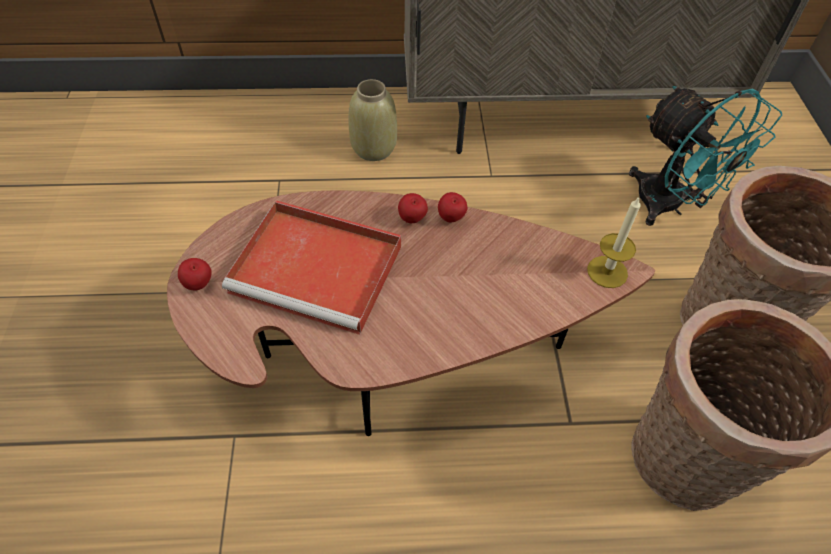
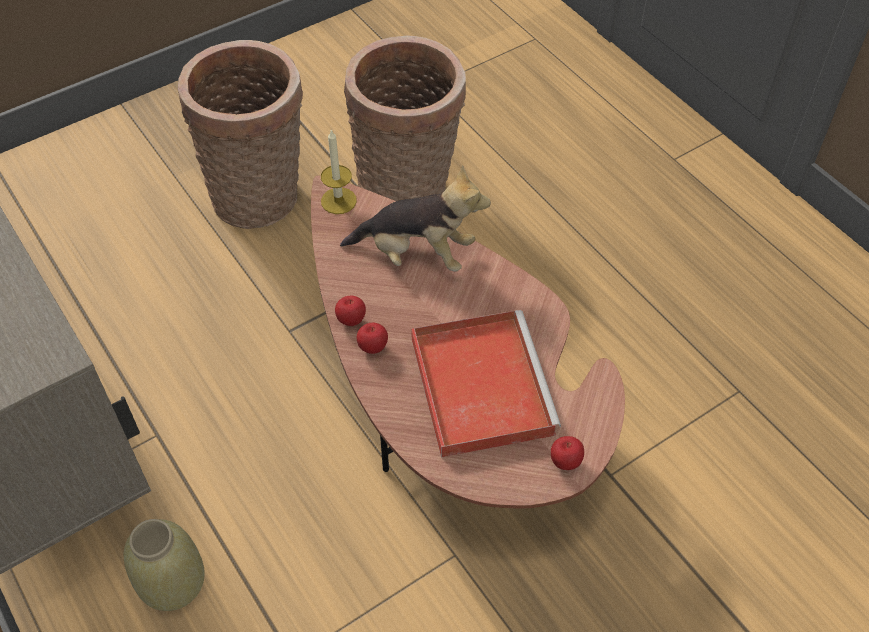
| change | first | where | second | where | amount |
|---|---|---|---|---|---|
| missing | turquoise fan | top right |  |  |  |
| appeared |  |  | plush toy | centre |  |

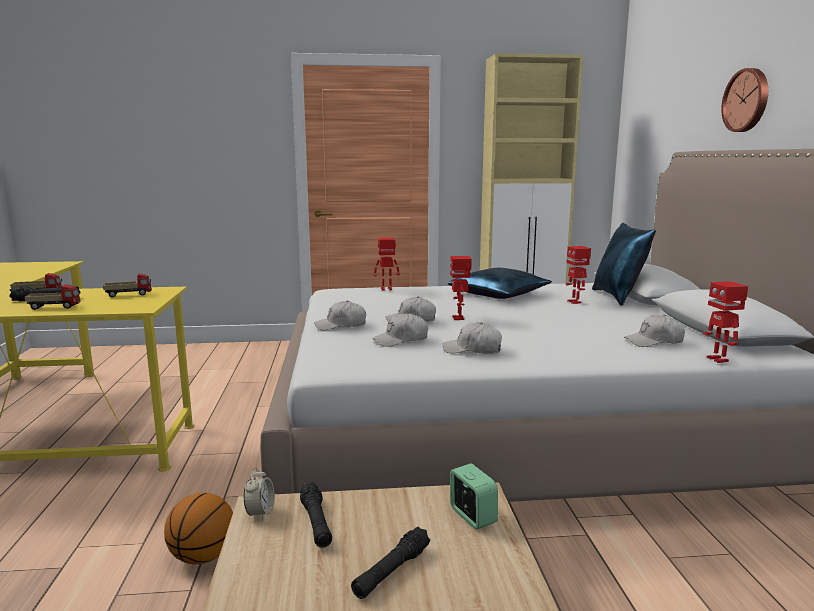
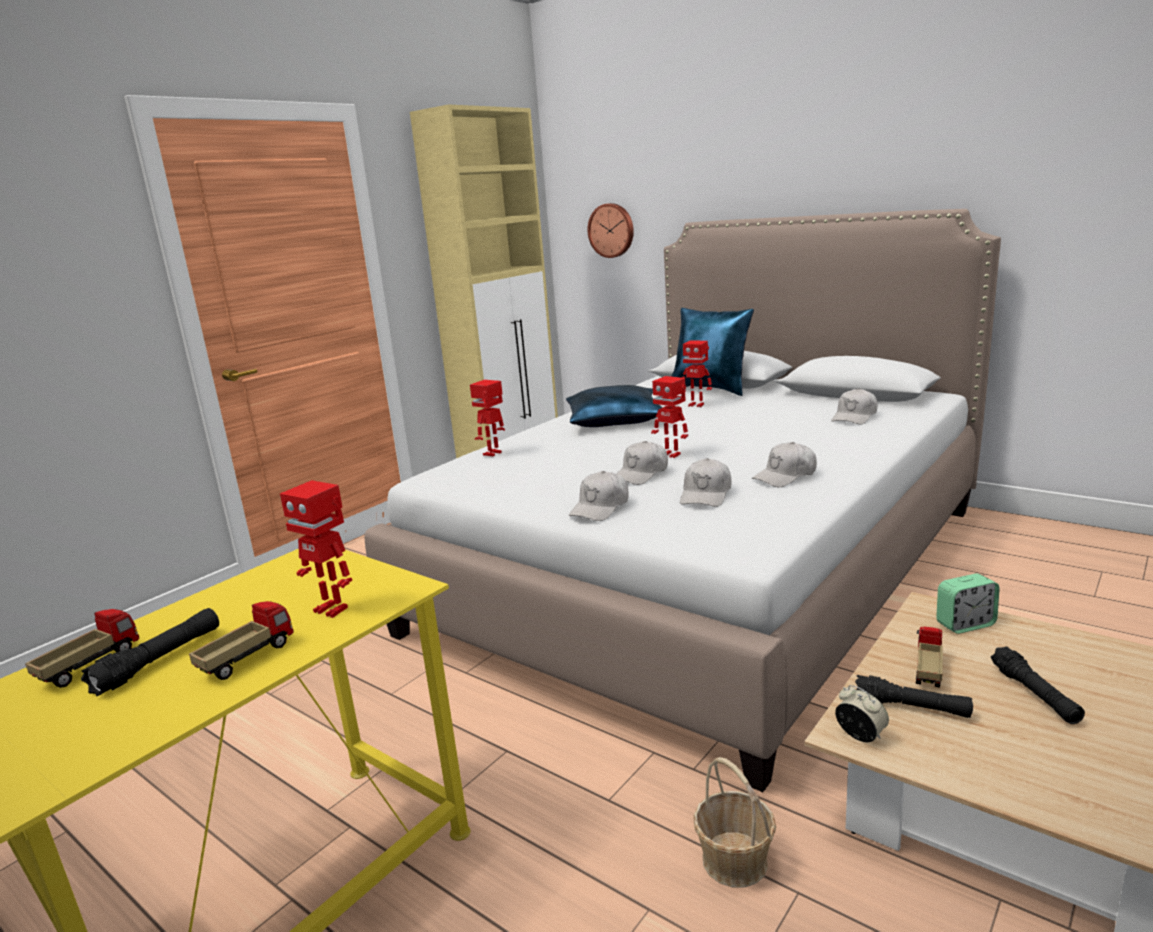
| change | first | where | second | where | amount |
|---|---|---|---|---|---|
| relocated | toy truck (no. 3 from left) | middle left |  | bottom right |  |
| relocated | toy robot (no. 4 from left in the first image) | middle right | toy robot (no. 1 from left) | middle left |  |
| relocated | wall clock | top right |  | top centre |  |
| exchanged | basketball | bottom left | basket | bottom centre |  |
| spun | alarm clock (no. 2 from left) | bottom centre |  | middle right | 150 degrees clockwise |

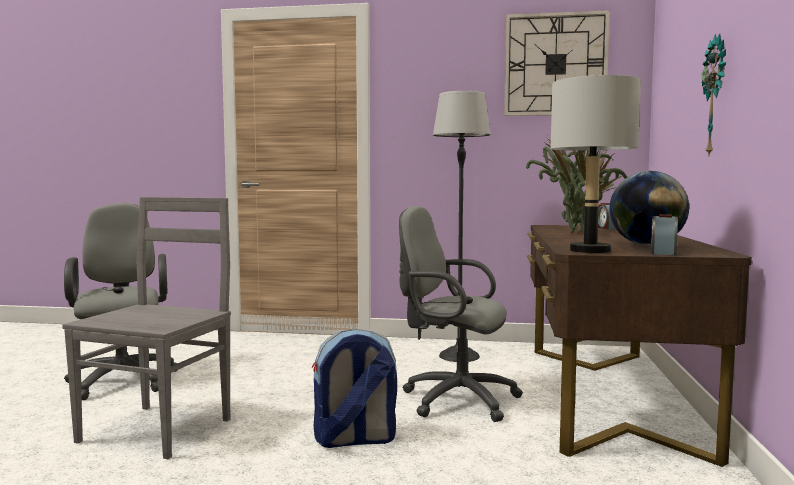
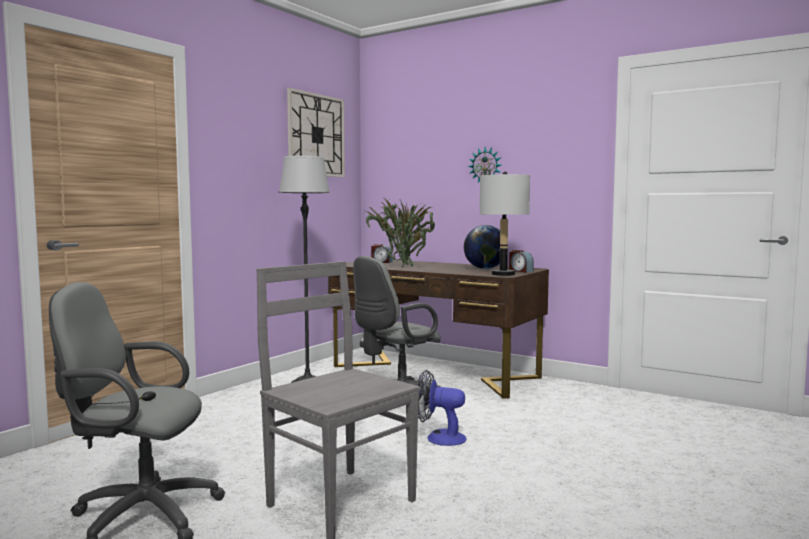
| change | first | where | second | where | amount |
|---|---|---|---|---|---|
| exchanged | backpack | bottom centre | fan | bottom centre |  |

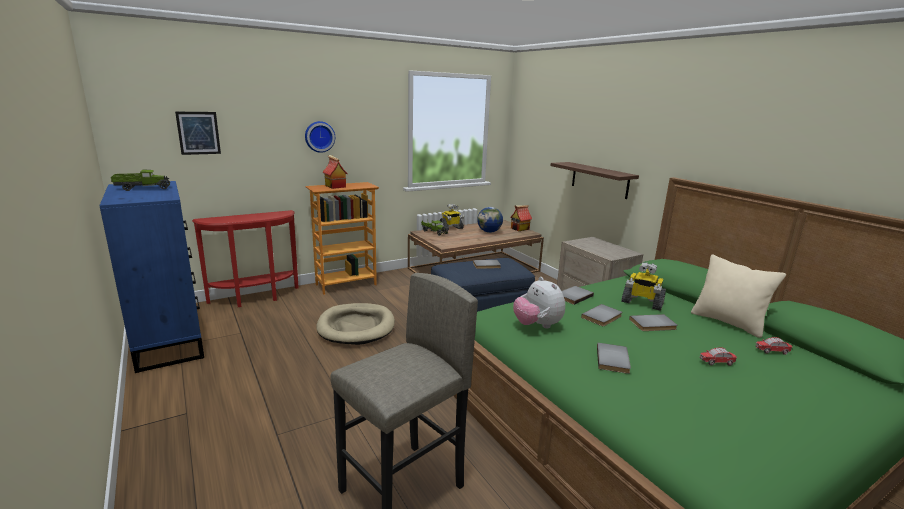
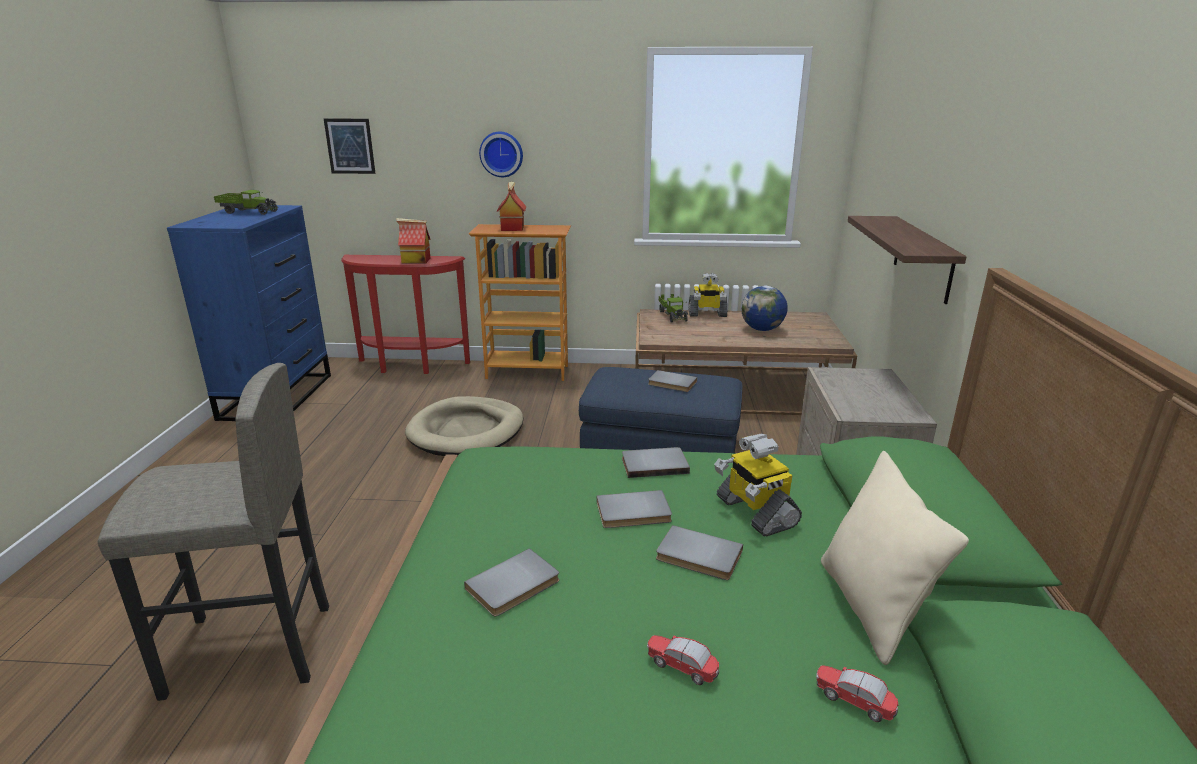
| change | first | where | second | where | amount |
|---|---|---|---|---|---|
| missing | plush toy | centre |  |  |  |
| relocated | toy house (no. 2 from left in the first image) | centre | toy house (no. 1 from left) | top centre |  |

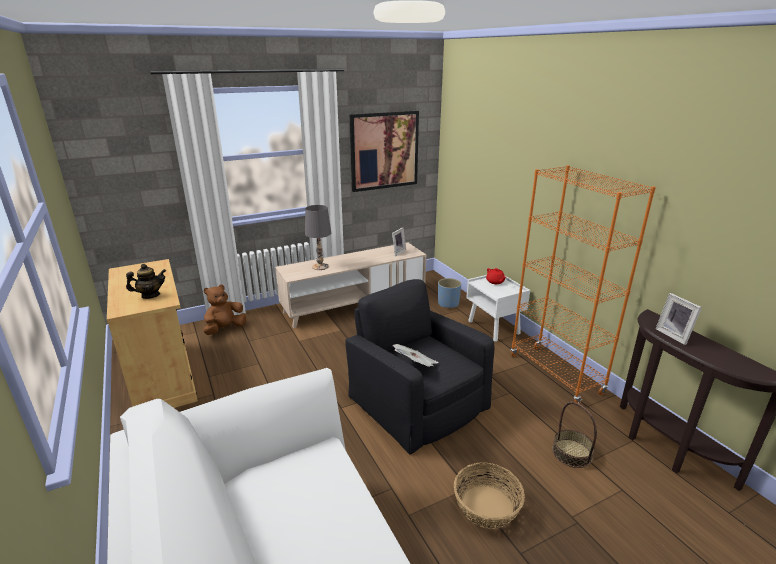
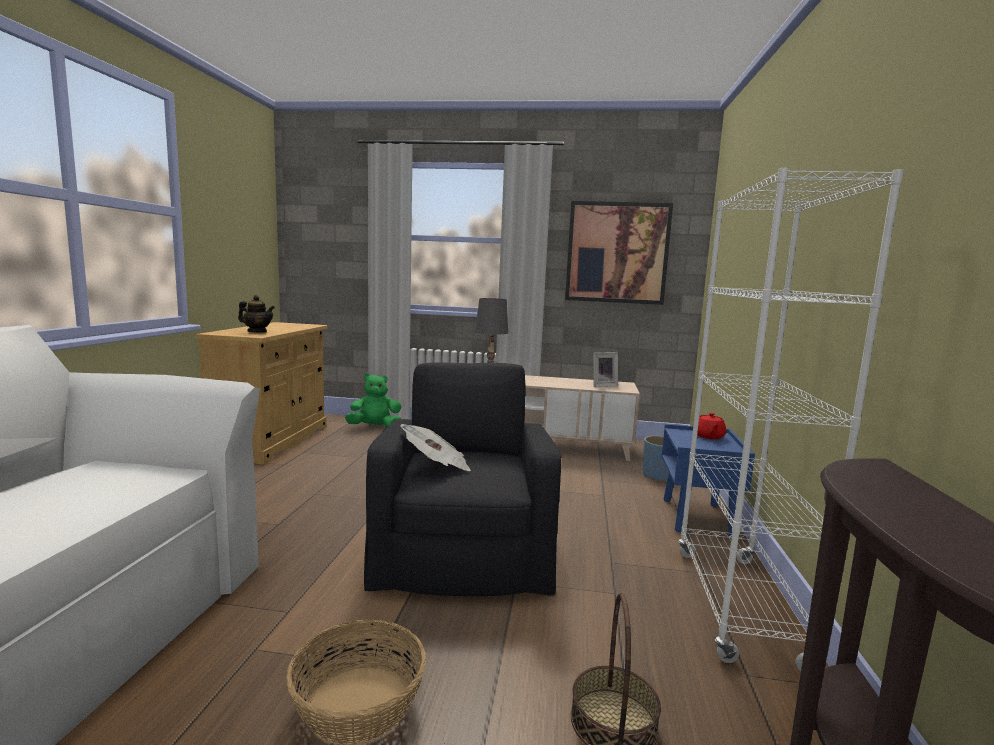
| change | first | where | second | where | amount |
|---|---|---|---|---|---|
| missing | picture frame (no. 2 from left) | middle right |  |  |  |
| colour | brown plush toy | middle left | green plush toy | centre |  |
| colour | white nightstand | centre | blue nightstand | middle right |  |
| colour | orange bookcase | middle right | white bookcase | middle right |  |

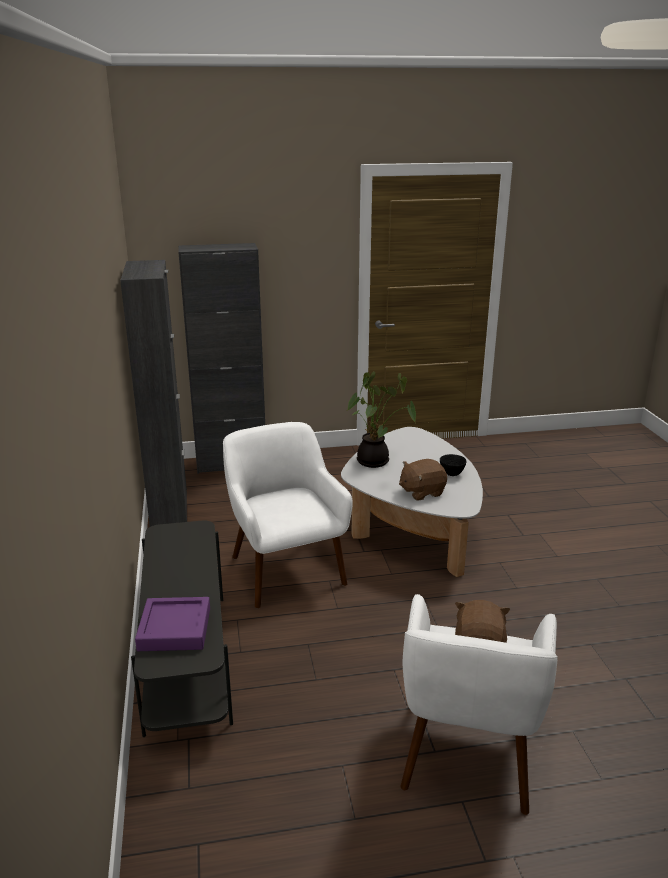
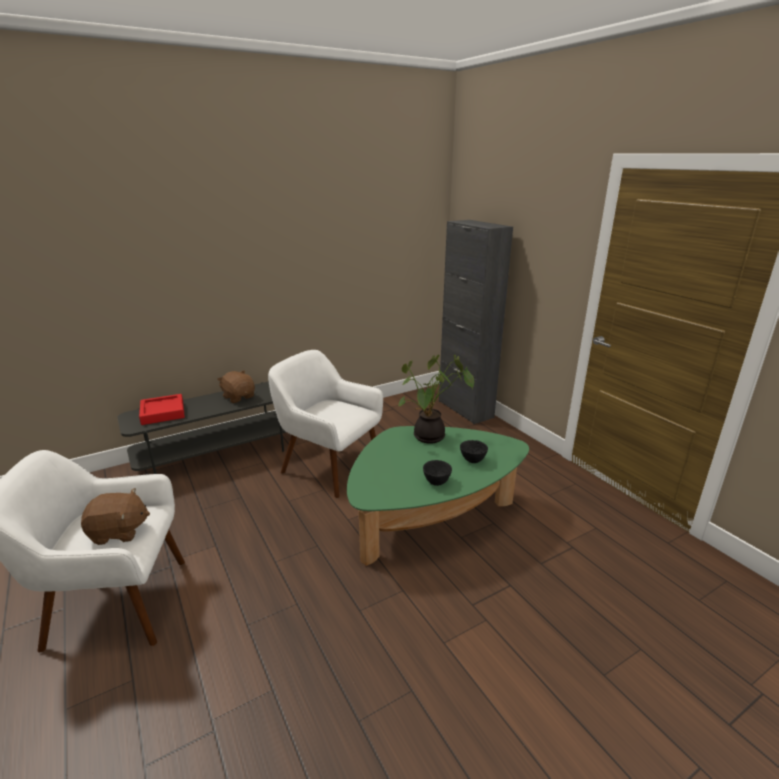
| change | first | where | second | where | amount |
|---|---|---|---|---|---|
| missing | black cabinet (no. 1 from left) | middle left |  |  |  |
| appeared |  |  | black bowl (no. 2 from left) | centre |  |
| relocated | brown plush toy (no. 1 from left in the first image) | centre | brown plush toy (no. 2 from left) | middle left |  |
| colour | purple tray | bottom left | red tray | middle left |  |
| colour | white coffee table | centre | green coffee table | centre |  |
| spun | white armchair (no. 1 from left in the first image) | centre | white armchair (no. 2 from left) | centre | 105 degrees counterclockwise |

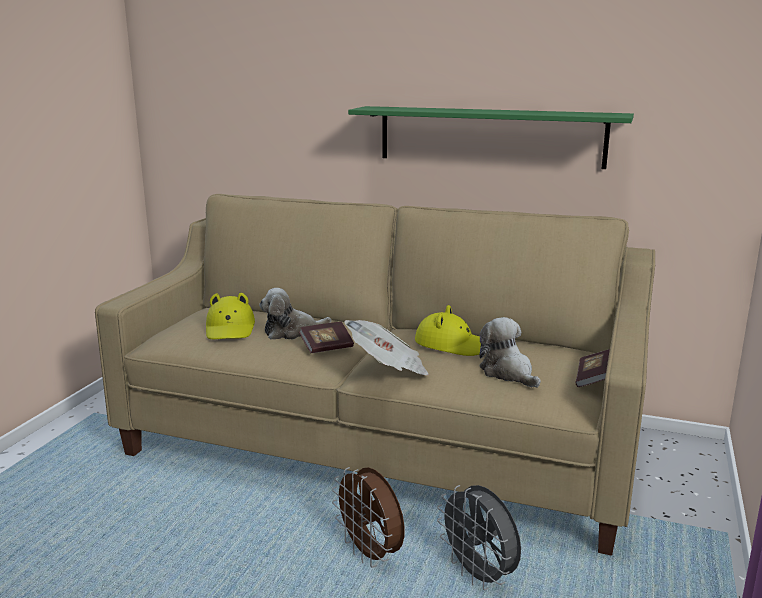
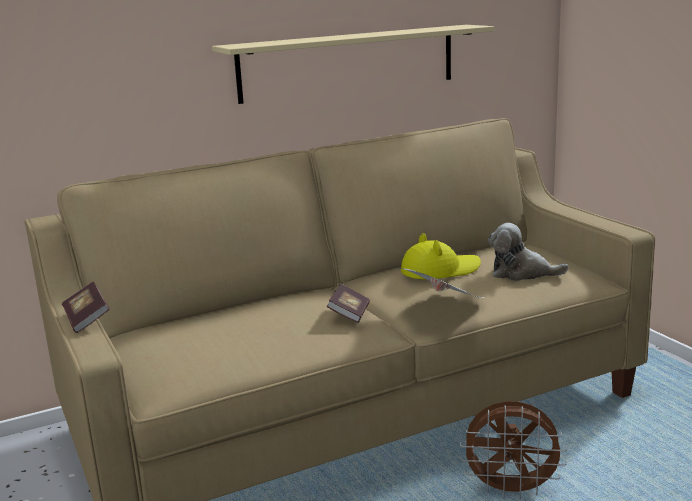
| change | first | where | second | where | amount |
|---|---|---|---|---|---|
| missing | yellow hat (no. 1 from left) | middle left |  |  |  |
| missing | plush toy (no. 1 from left) | centre |  |  |  |
| missing | grey fan | bottom centre |  |  |  |
| relocated | book (no. 2 from left in the first image) | middle right | book (no. 1 from left) | middle left |  |
| colour | green shelf | top centre | beige shelf | top centre |  |

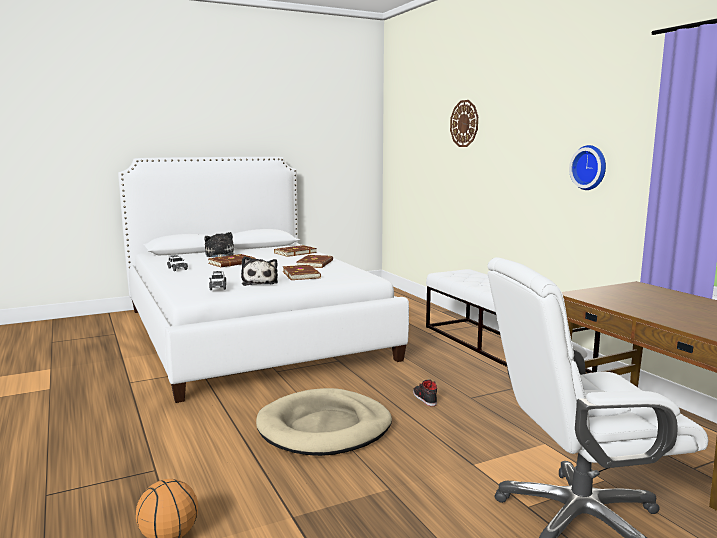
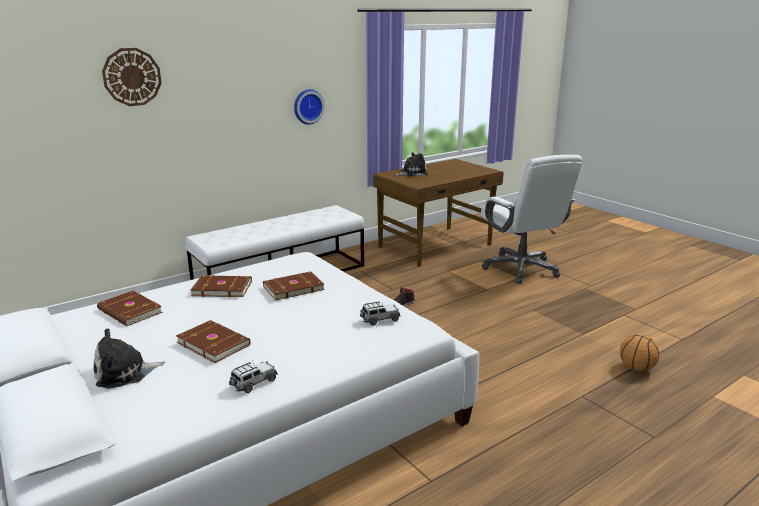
| change | first | where | second | where | amount |
|---|---|---|---|---|---|
| missing | beige dog bed | bottom centre |  |  |  |
| relocated | plush toy (no. 2 from left) | centre |  | top centre |  |

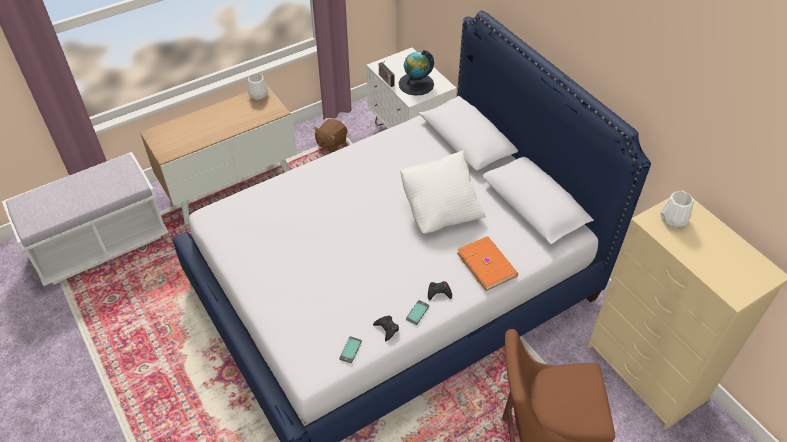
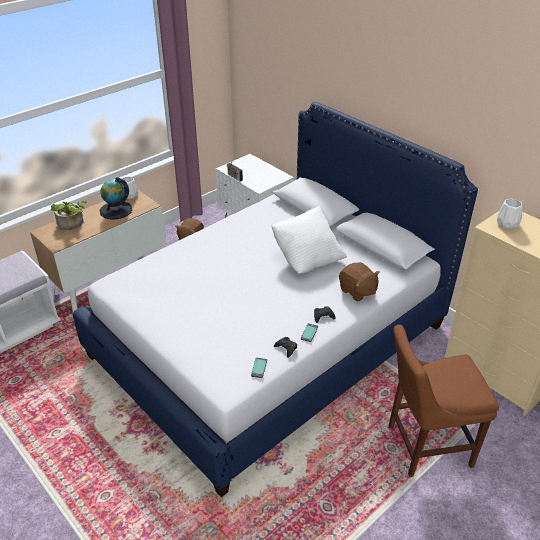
| change | first | where | second | where | amount |
|---|---|---|---|---|---|
| appeared |  |  | potted plant | middle left |  |
| relocated | globe | top centre |  | middle left |  |
| exchanged | orange book | centre | brown plush toy (no. 2 from left) | centre |  |

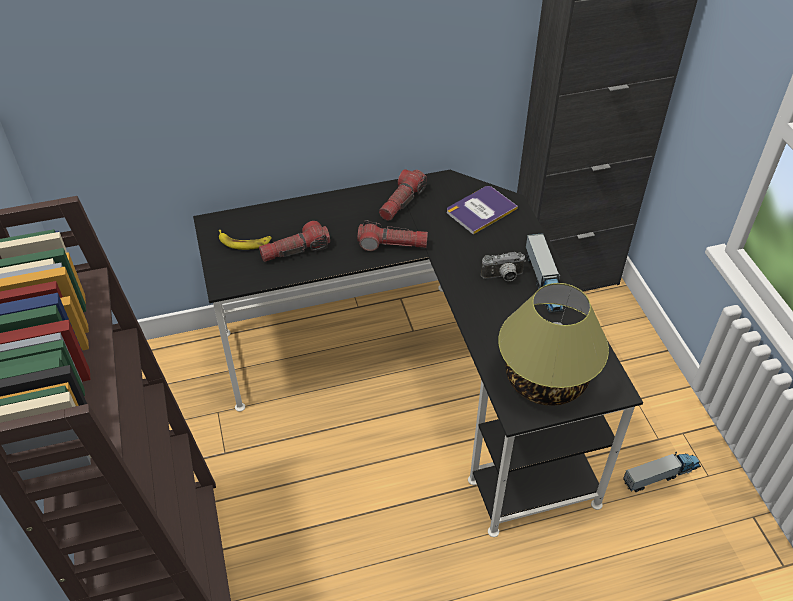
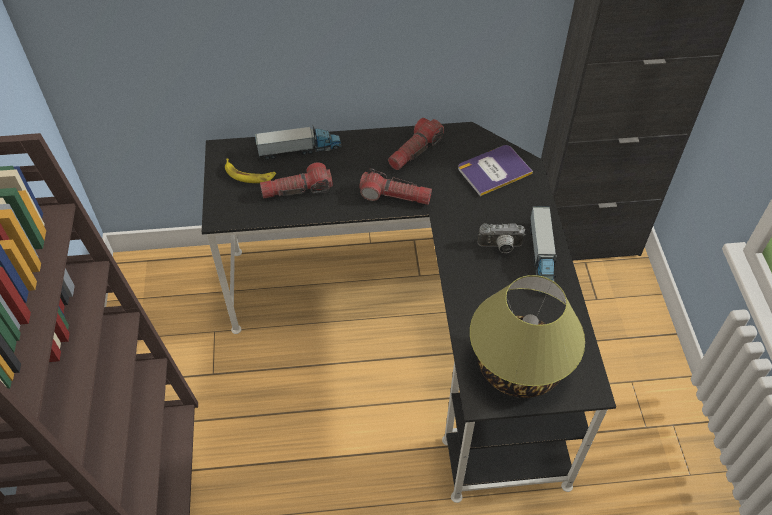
| change | first | where | second | where | amount |
|---|---|---|---|---|---|
| relocated | toy truck (no. 2 from left in the first image) | bottom right | toy truck (no. 1 from left) | top centre |  |

